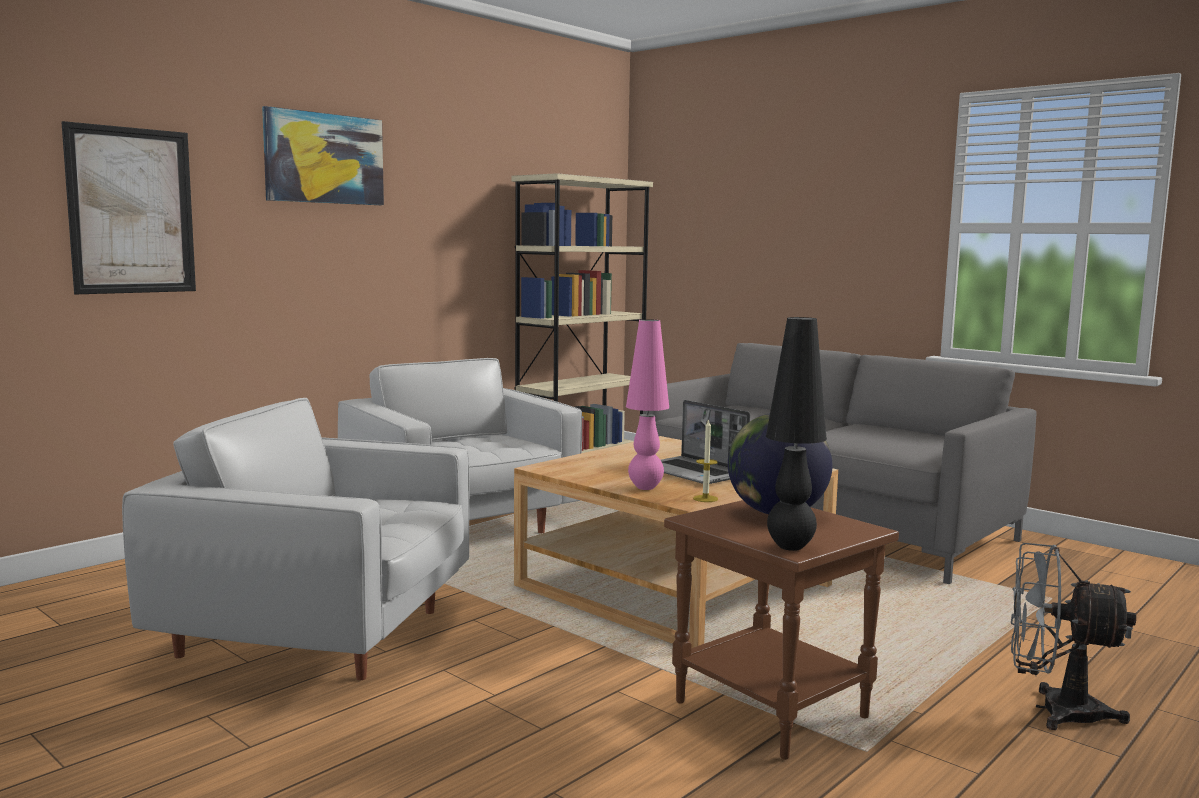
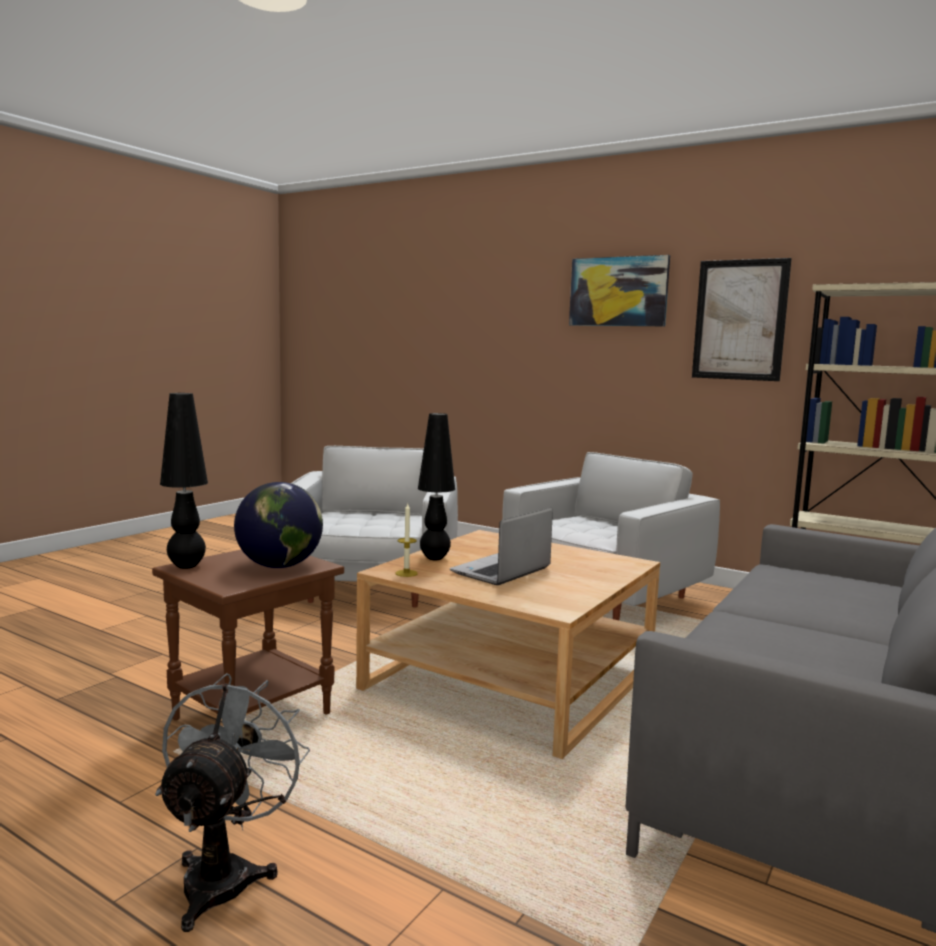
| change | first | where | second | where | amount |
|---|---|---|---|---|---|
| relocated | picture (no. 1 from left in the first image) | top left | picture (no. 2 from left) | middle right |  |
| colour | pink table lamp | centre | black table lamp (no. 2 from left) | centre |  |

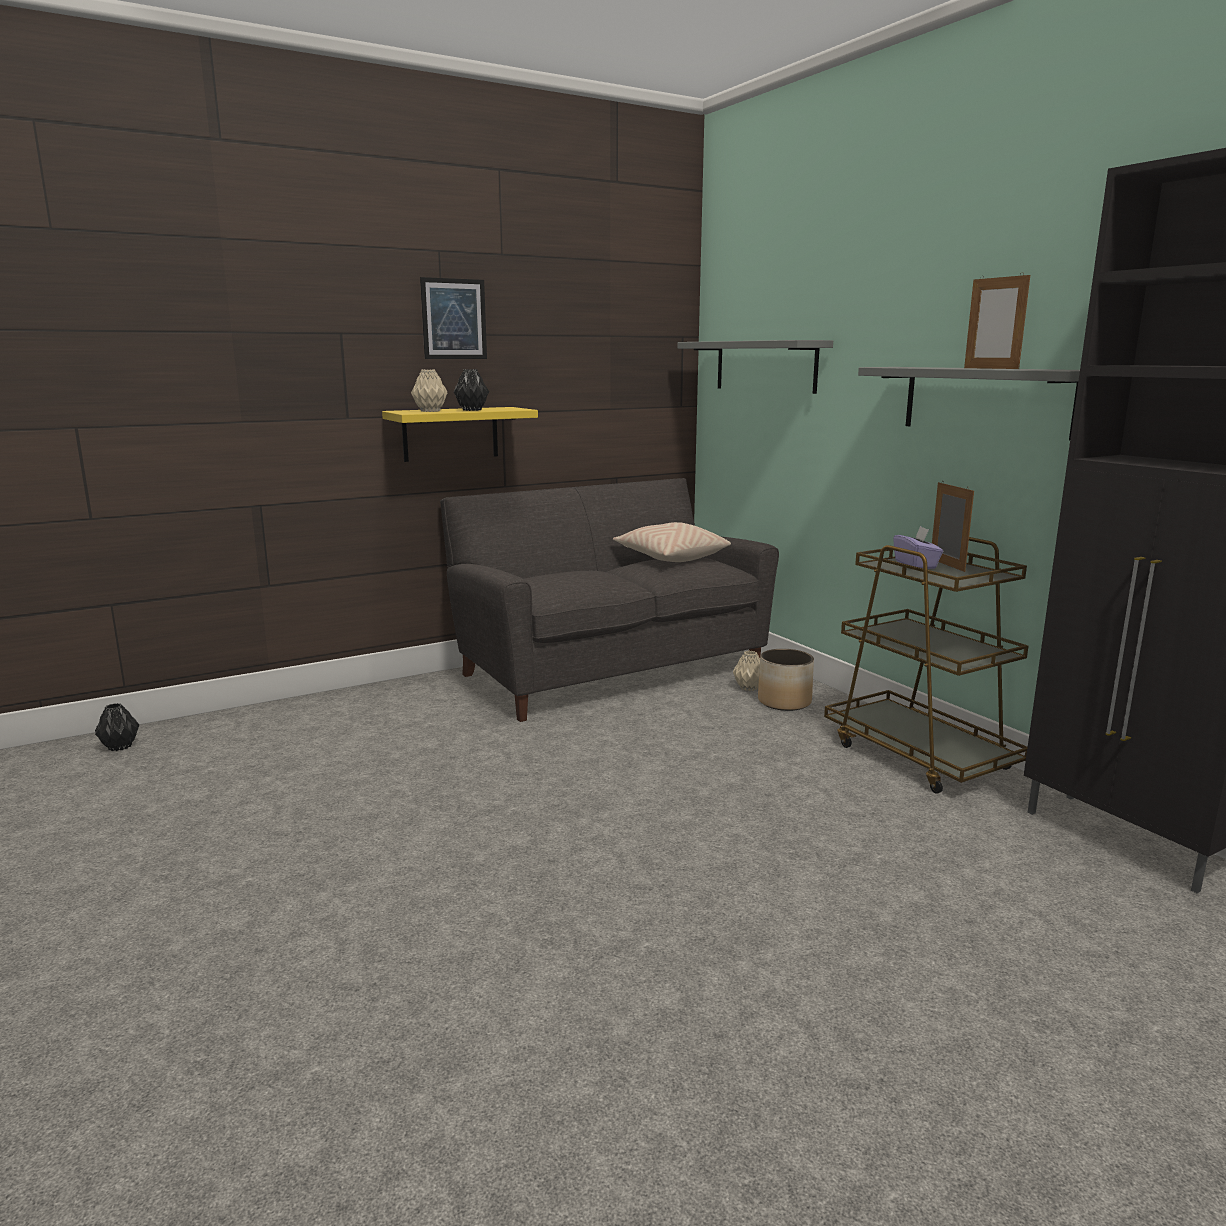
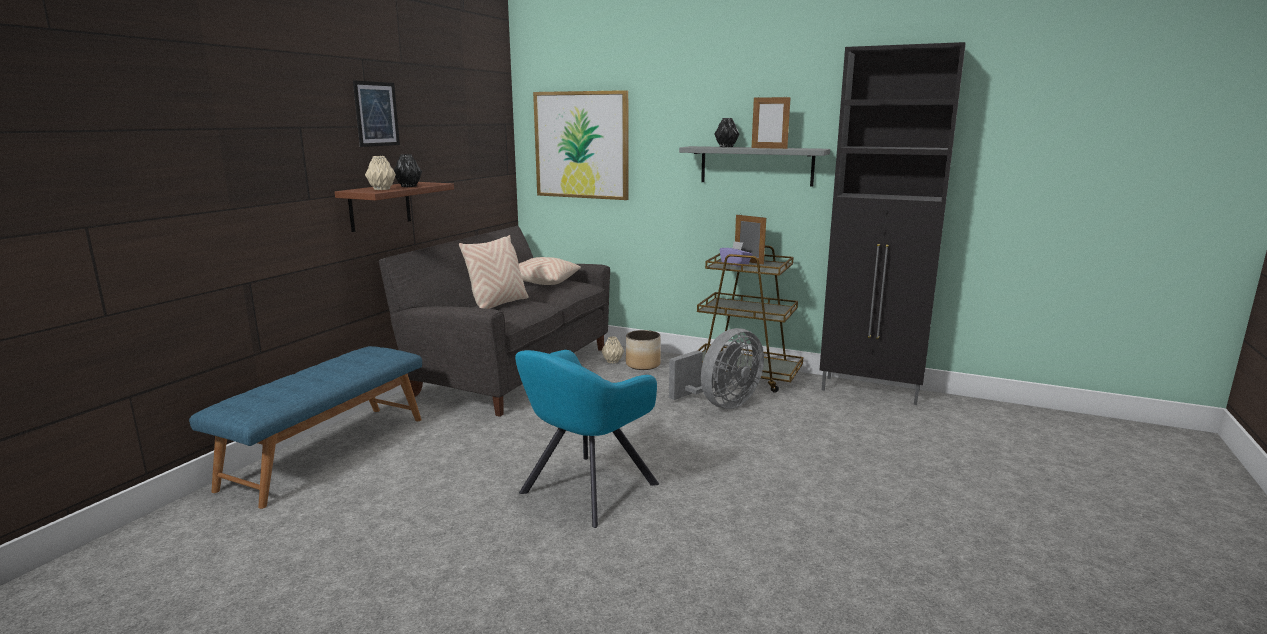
| change | first | where | second | where | amount |
|---|---|---|---|---|---|
| appeared |  |  | blue bench | bottom left |  |
| appeared |  |  | beige pillow (no. 1 from left) | centre |  |
| appeared |  |  | turquoise armchair | bottom centre |  |
| appeared |  |  | grey fan | centre |  |
| relocated | black vase (no. 1 from left in the first image) | middle left | black vase (no. 2 from left) | top centre |  |
| exchanged | grey shelf (no. 1 from left) | top centre | picture (no. 2 from left) | top centre |  |
| colour | yellow shelf | centre | brown shelf | top left |  |

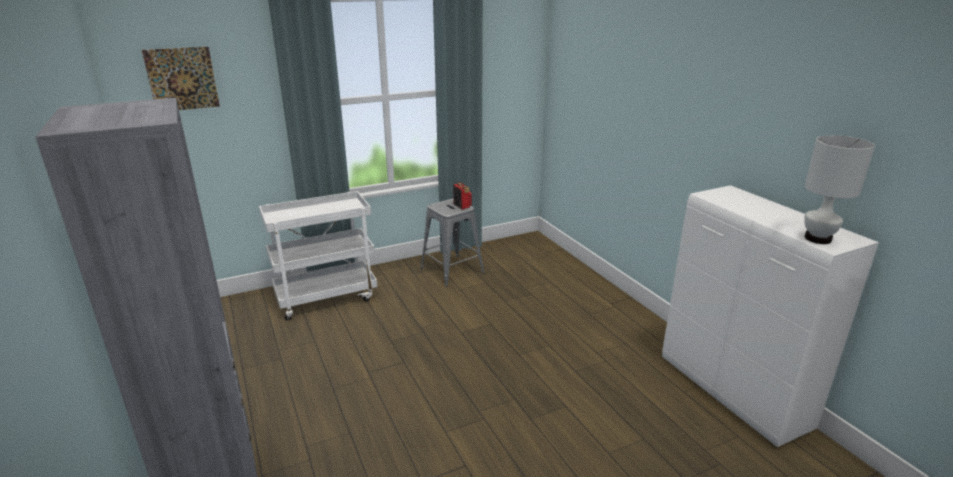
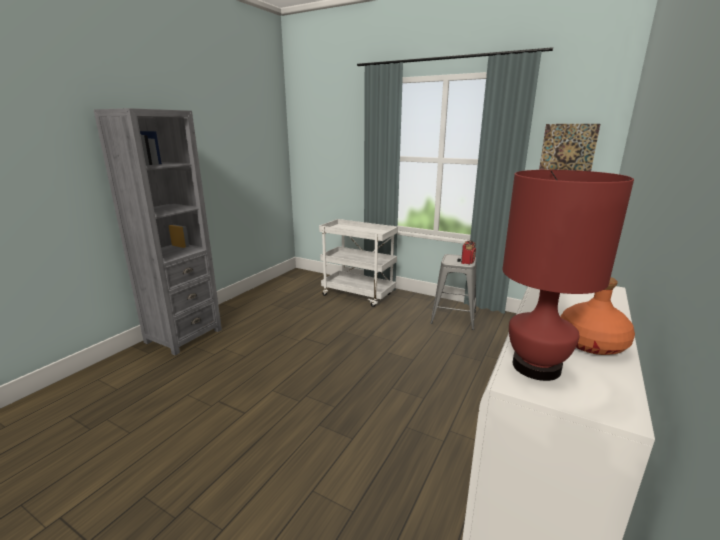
| change | first | where | second | where | amount |
|---|---|---|---|---|---|
| appeared |  |  | orange bottle | middle right |  |
| relocated | picture | top left |  | top right |  |
| colour | white table lamp | middle right | red table lamp | middle right |  |

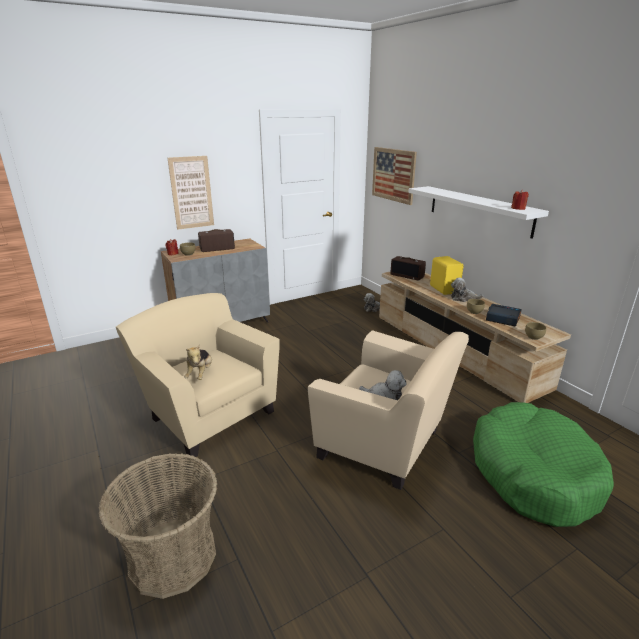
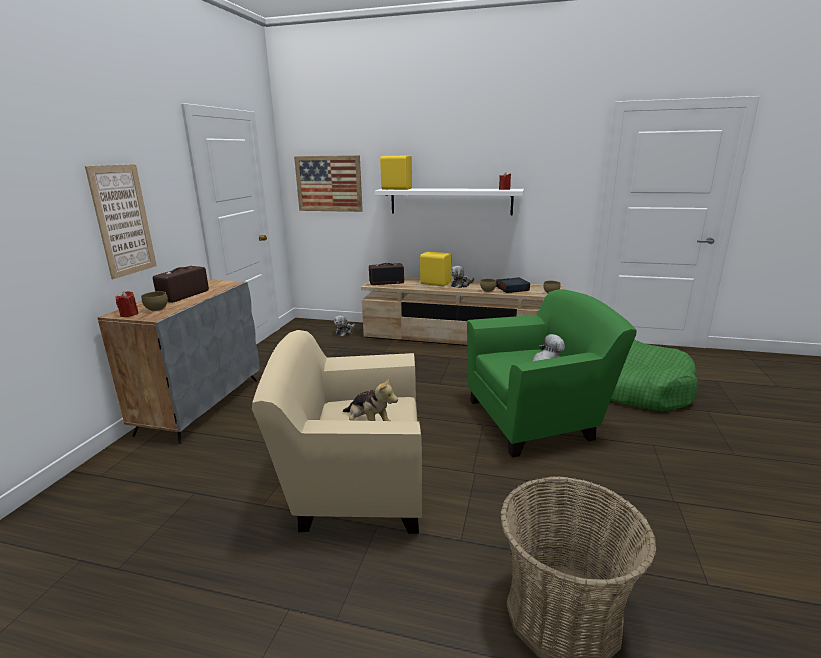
| change | first | where | second | where | amount |
|---|---|---|---|---|---|
| appeared |  |  | yellow speaker (no. 1 from left) | top centre |  |
| colour | beige armchair (no. 2 from left) | centre | green armchair | middle right |  |

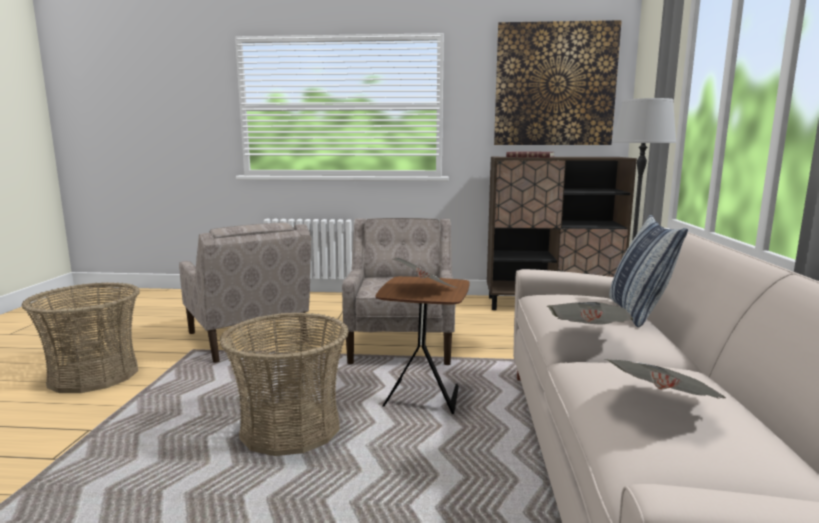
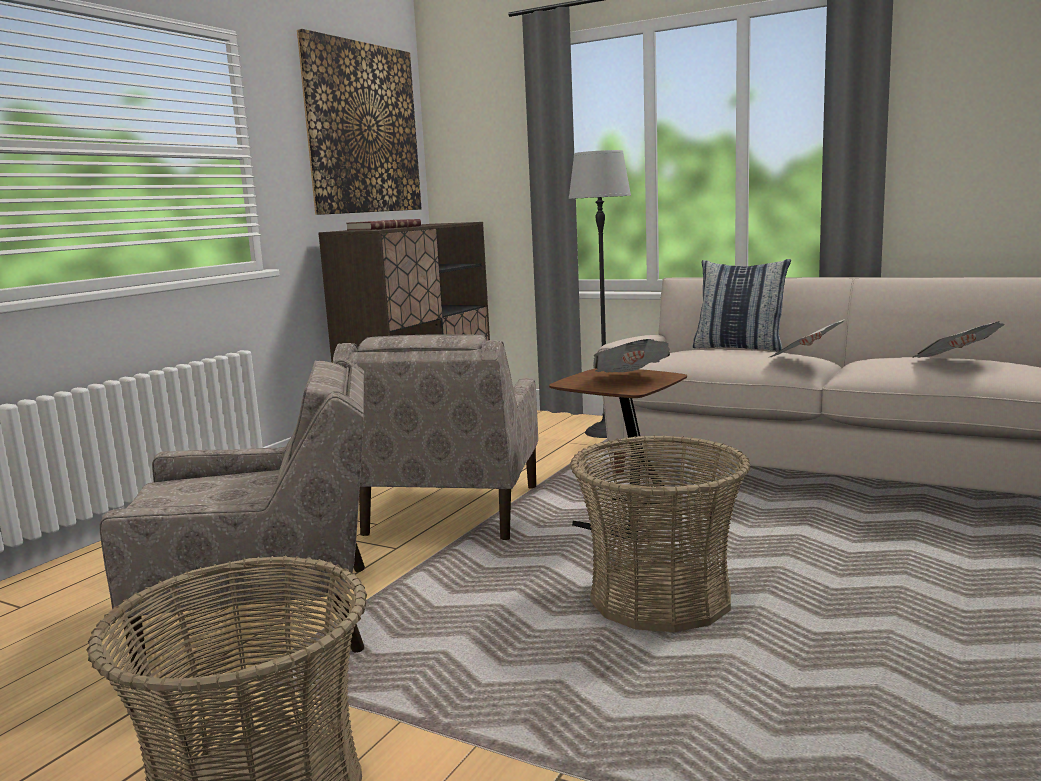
| change | first | where | second | where | amount |
|---|---|---|---|---|---|
| spun | beige armchair (no. 2 from left) | centre |  | centre | 105 degrees counterclockwise |

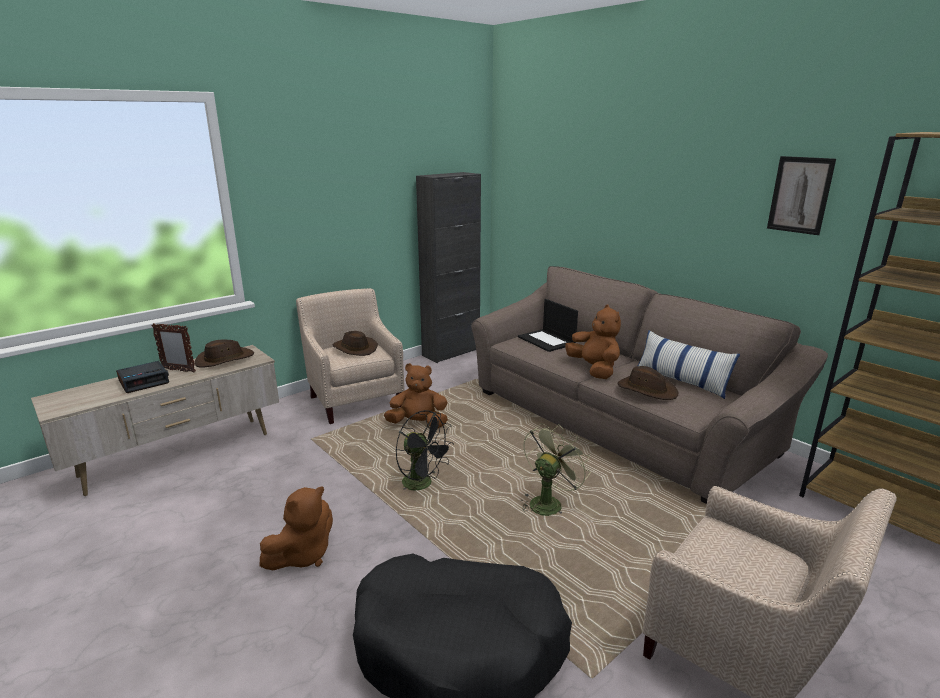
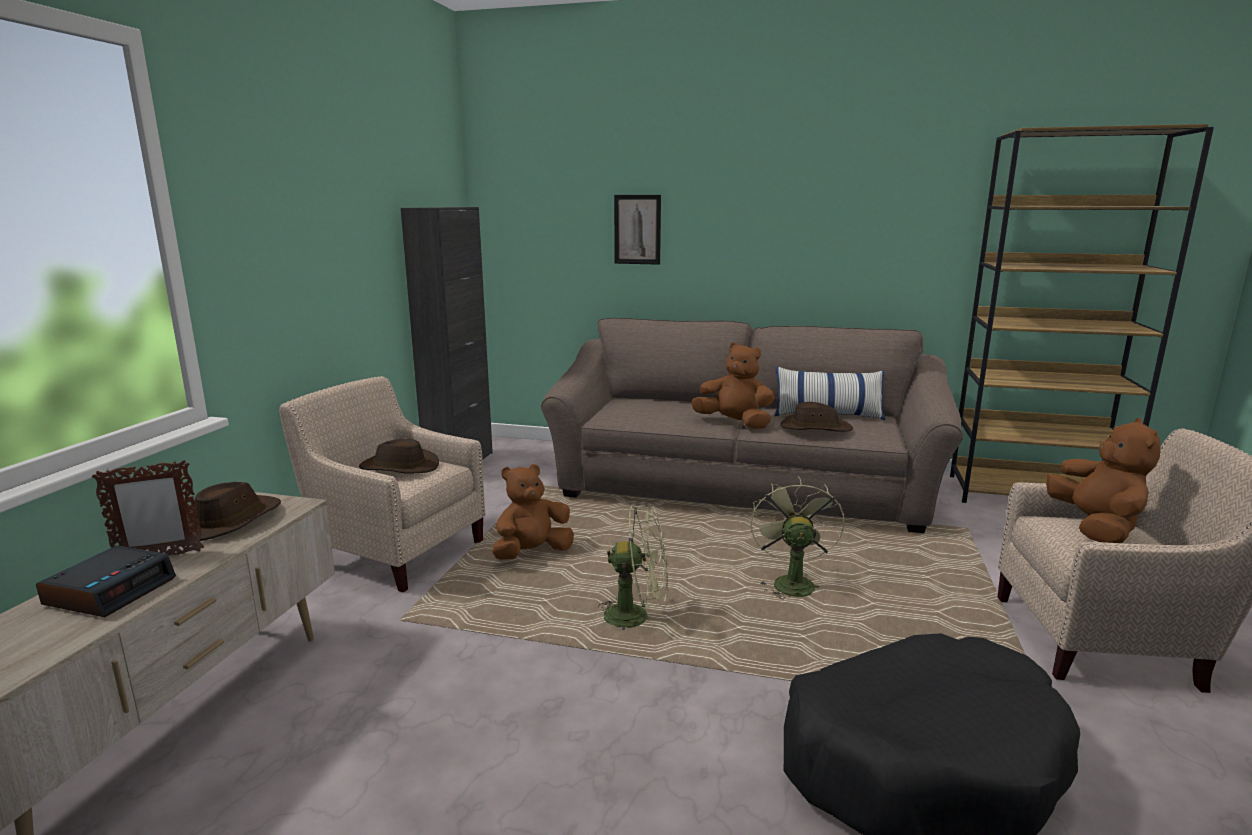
| change | first | where | second | where | amount |
|---|---|---|---|---|---|
| missing | laptop | centre |  |  |  |
| relocated | brown plush toy (no. 1 from left in the first image) | bottom left | brown plush toy (no. 3 from left) | middle right |  |
| relocated | picture | top right |  | top centre |  |
| colour | black fan | centre | green fan (no. 1 from left) | bottom centre |  |

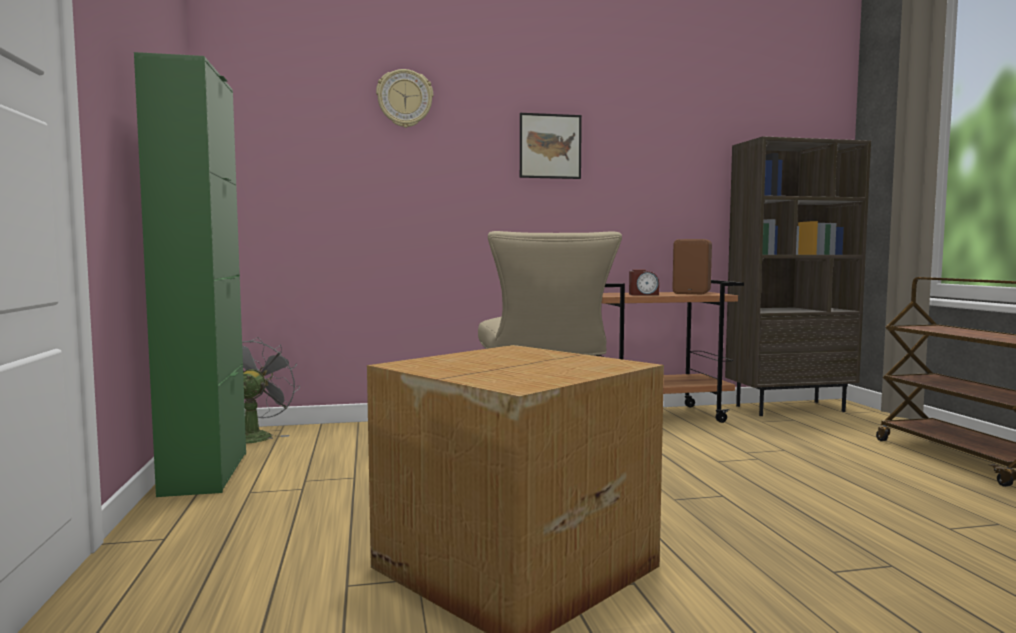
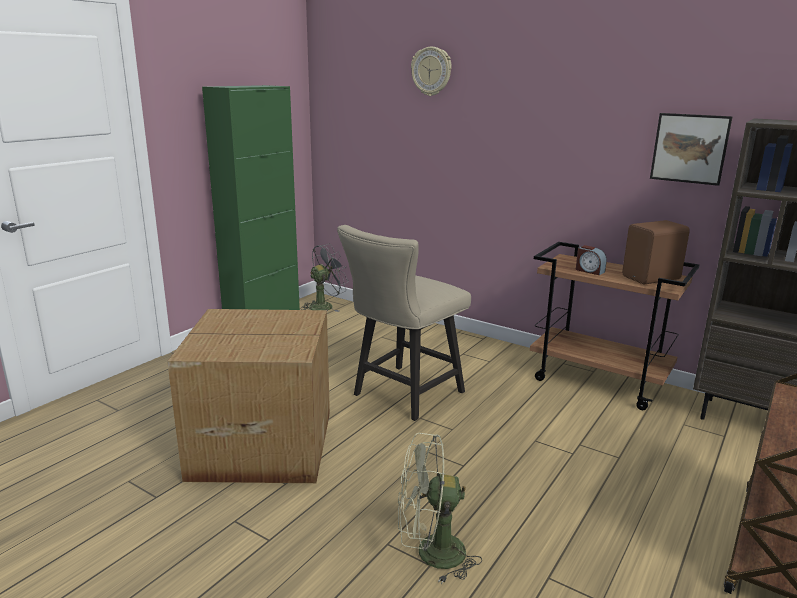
| change | first | where | second | where | amount |
|---|---|---|---|---|---|
| appeared |  |  | green fan | bottom centre |  |
| relocated | picture | top centre |  | top right |  |

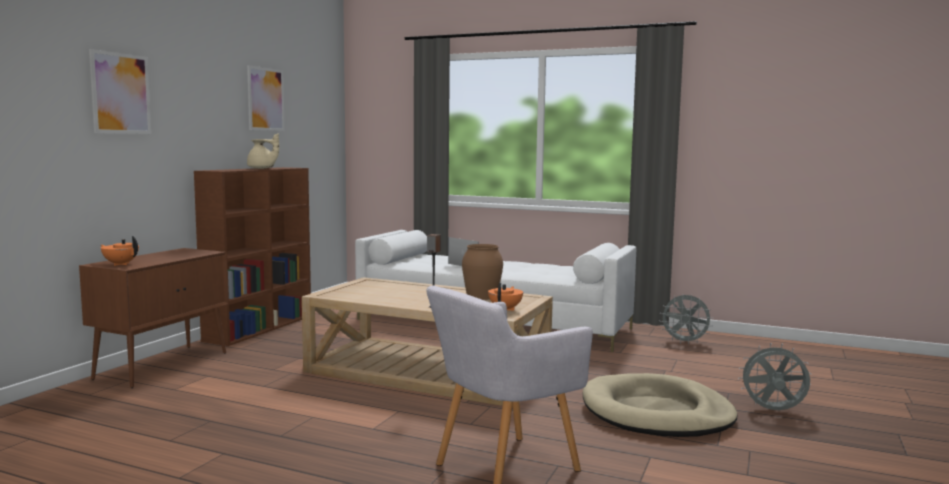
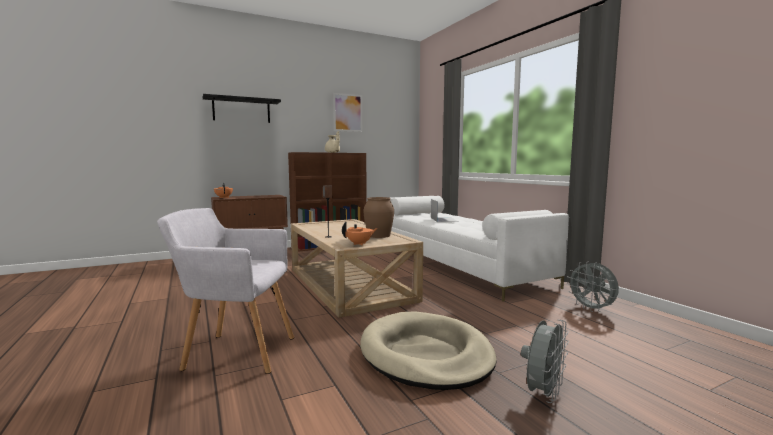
| change | first | where | second | where | amount |
|---|---|---|---|---|---|
| exchanged | picture (no. 1 from left) | top left | black shelf | top left |  |
| spun | grey fan (no. 2 from left in the first image) | bottom right | grey fan (no. 1 from left) | bottom right | 75 degrees clockwise |

